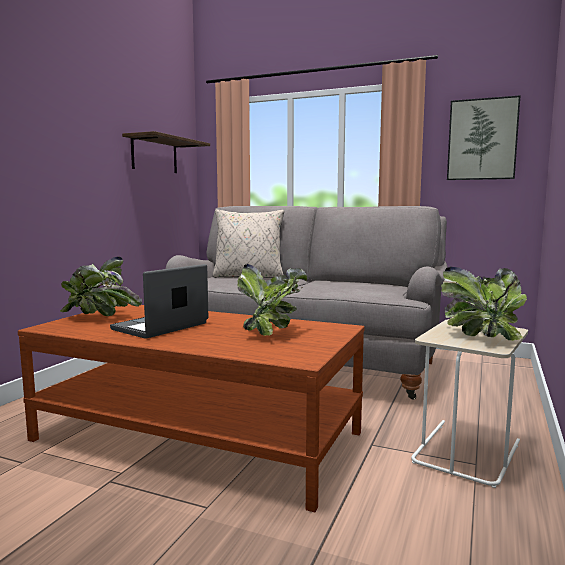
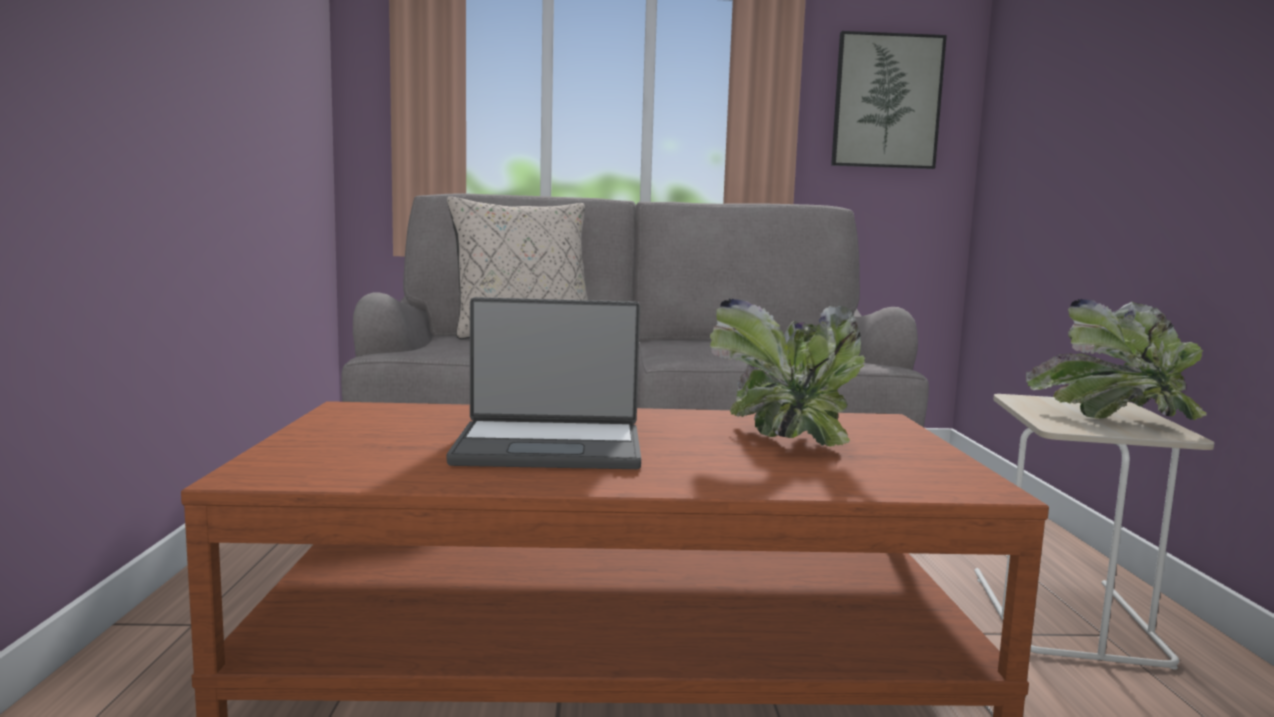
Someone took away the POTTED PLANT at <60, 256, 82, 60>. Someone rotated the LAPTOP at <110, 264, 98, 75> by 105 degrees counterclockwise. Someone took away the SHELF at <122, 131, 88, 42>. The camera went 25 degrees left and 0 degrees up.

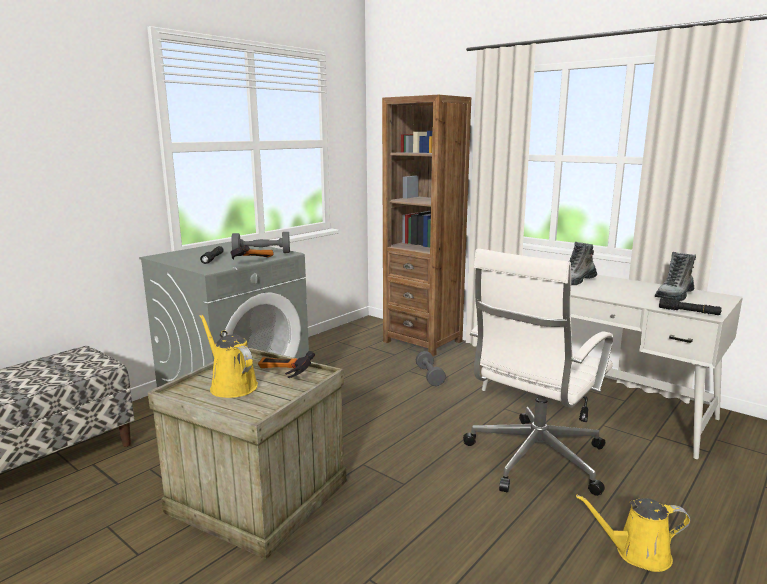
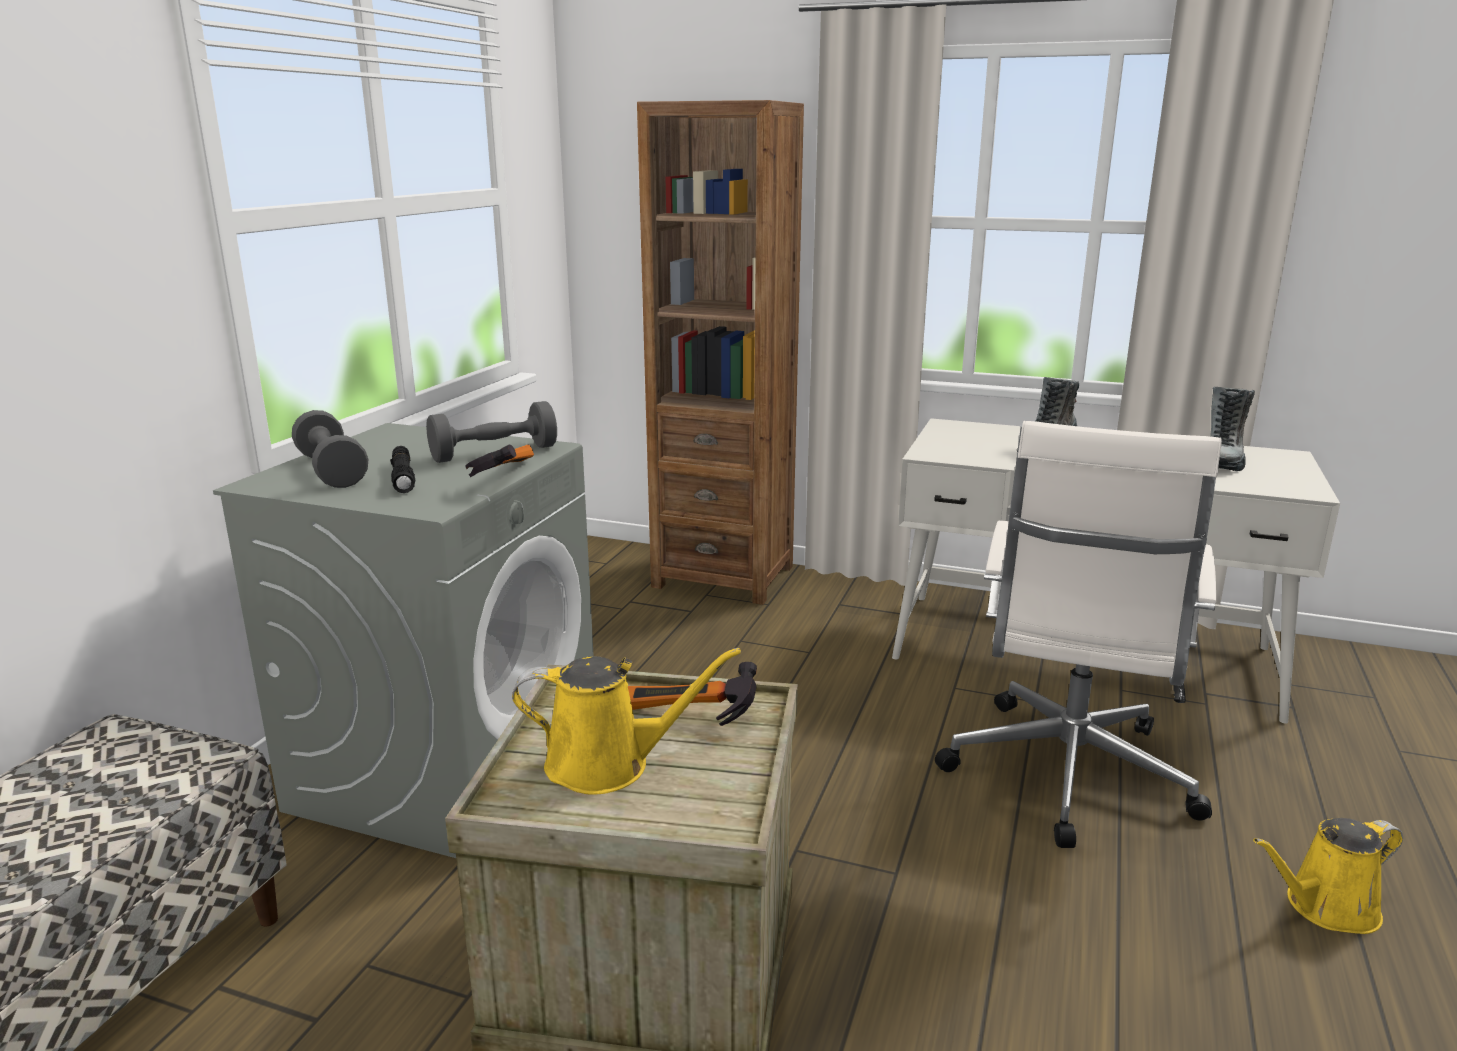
Someone rotated the YELLOW WATERING CAN at <200, 314, 58, 84> by 150 degrees clockwise. Someone carried the GREY DUMBBELL from <416, 351, 30, 35> to <292, 410, 76, 78>. Someone took away the BLACK FLASHLIGHT at <659, 298, 63, 17>. The camera went 20 degrees left and 5 degrees up.

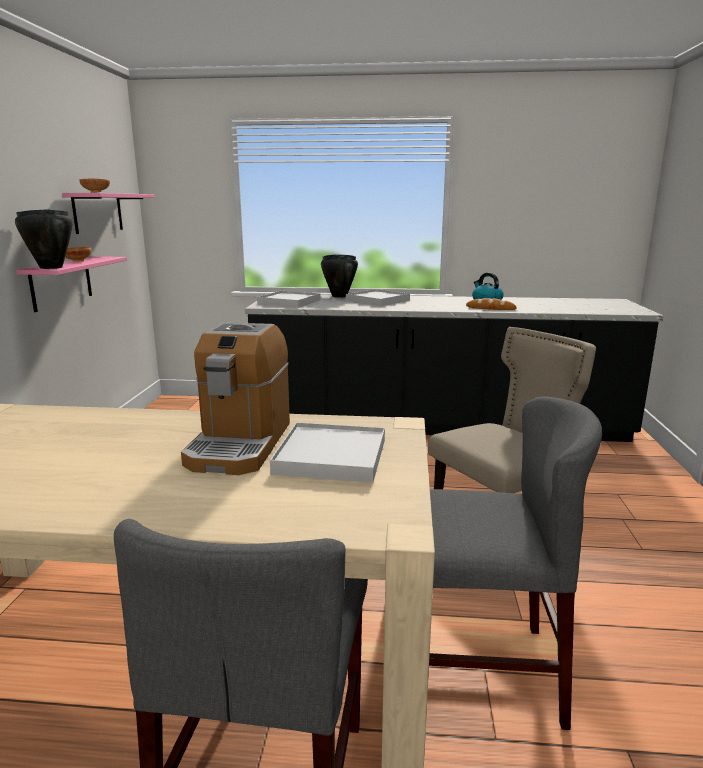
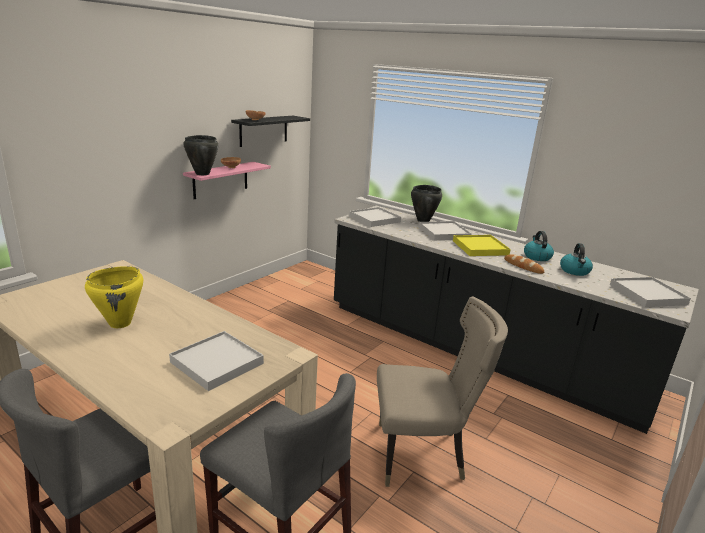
Someone repainted the PINK SHELF at <62, 193, 93, 41>, which became the BLACK SHELF at <231, 116, 79, 31>. Someone took away the COFFEE MACHINE at <181, 322, 109, 153>. Someone put down the YELLOW COOKING POT at <85, 266, 58, 62>. Someone put down the YELLOW TRAY at <453, 235, 58, 21>. Someone put down the KETTLE at <560, 243, 33, 33>. Someone put down the WHITE TRAY at <610, 277, 81, 30>. The camera went 30 degrees right and 5 degrees up.

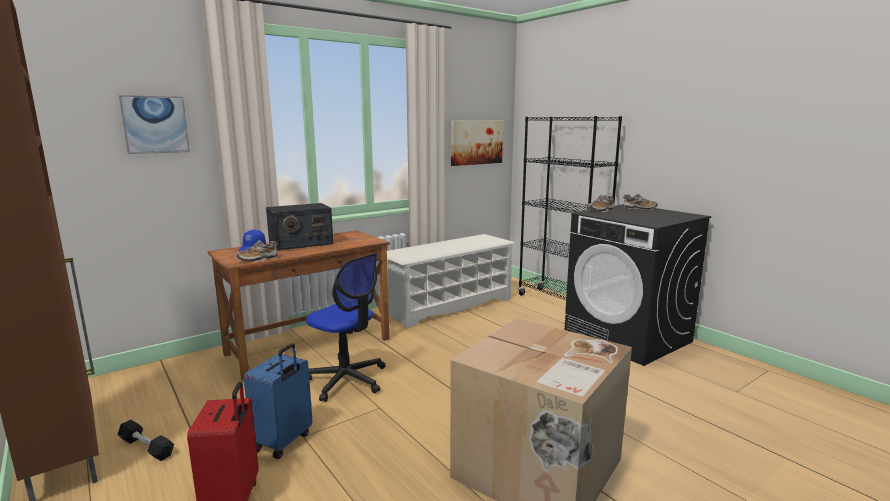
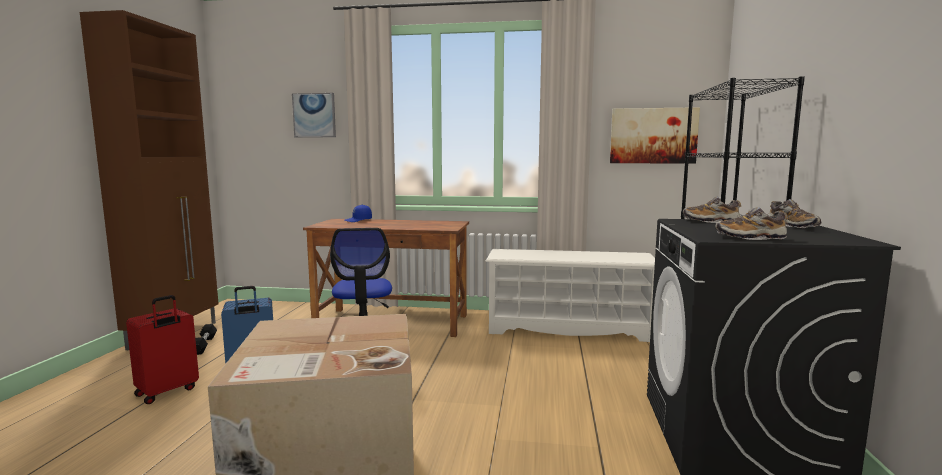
Someone carried the SHOE from <236, 240, 42, 22> to <715, 207, 73, 33>. Someone took away the RADIO at <266, 203, 67, 47>. The camera went 45 degrees right and 5 degrees down.

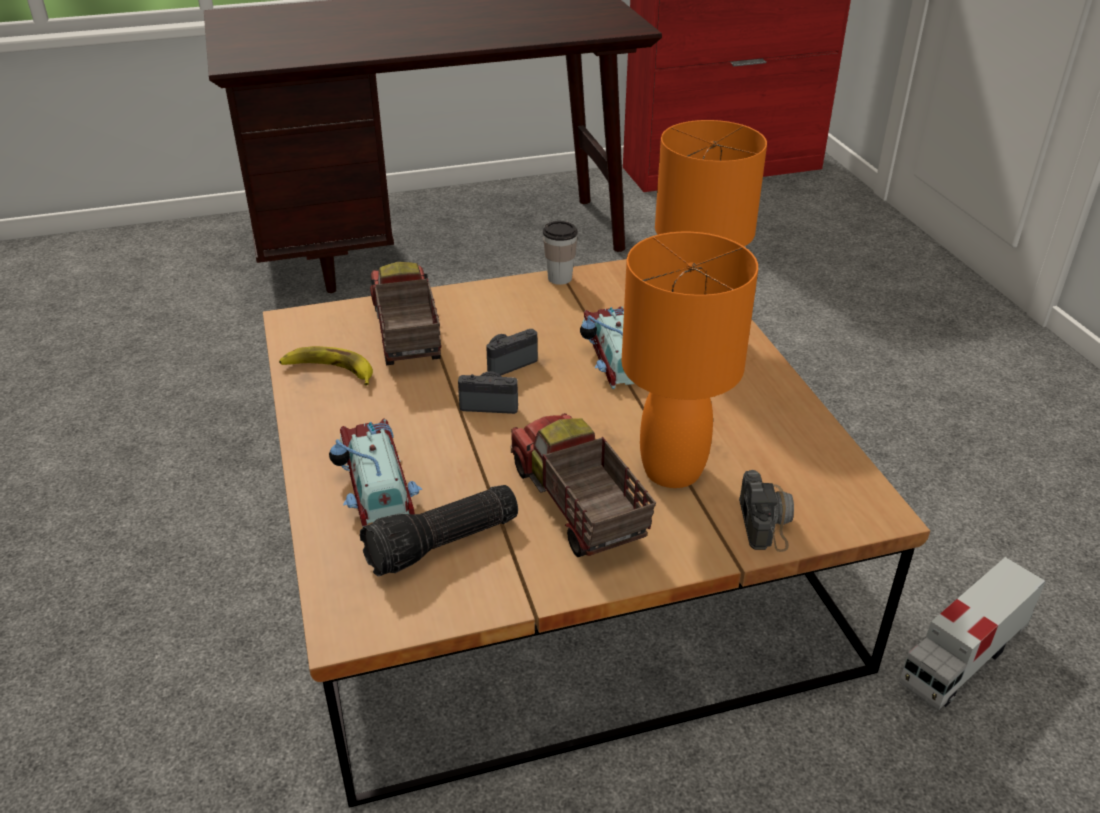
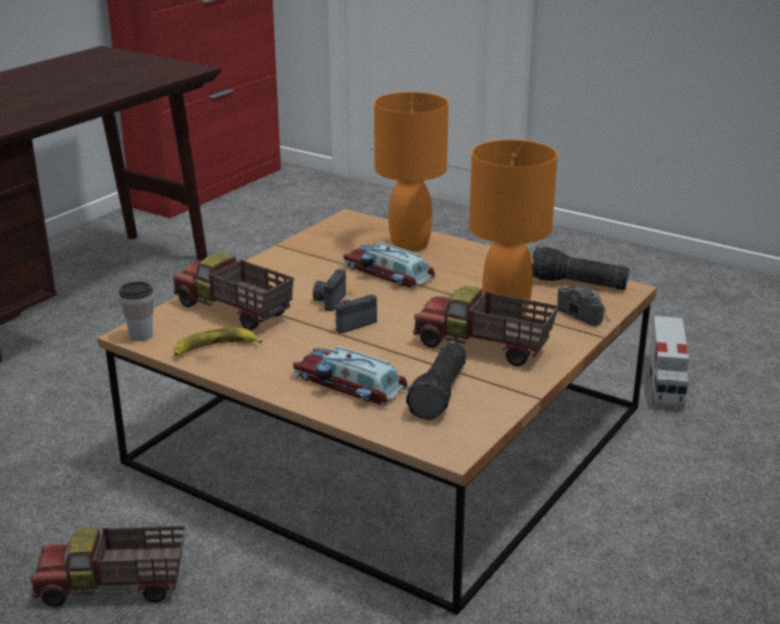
Someone carried the CUP from <543, 221, 35, 64> to <119, 281, 34, 60>. Someone put down the TOY TRUCK at <30, 525, 156, 82>. Someone put down the FLASHLIGHT at <532, 247, 98, 43>. The camera went 40 degrees left and 10 degrees down.

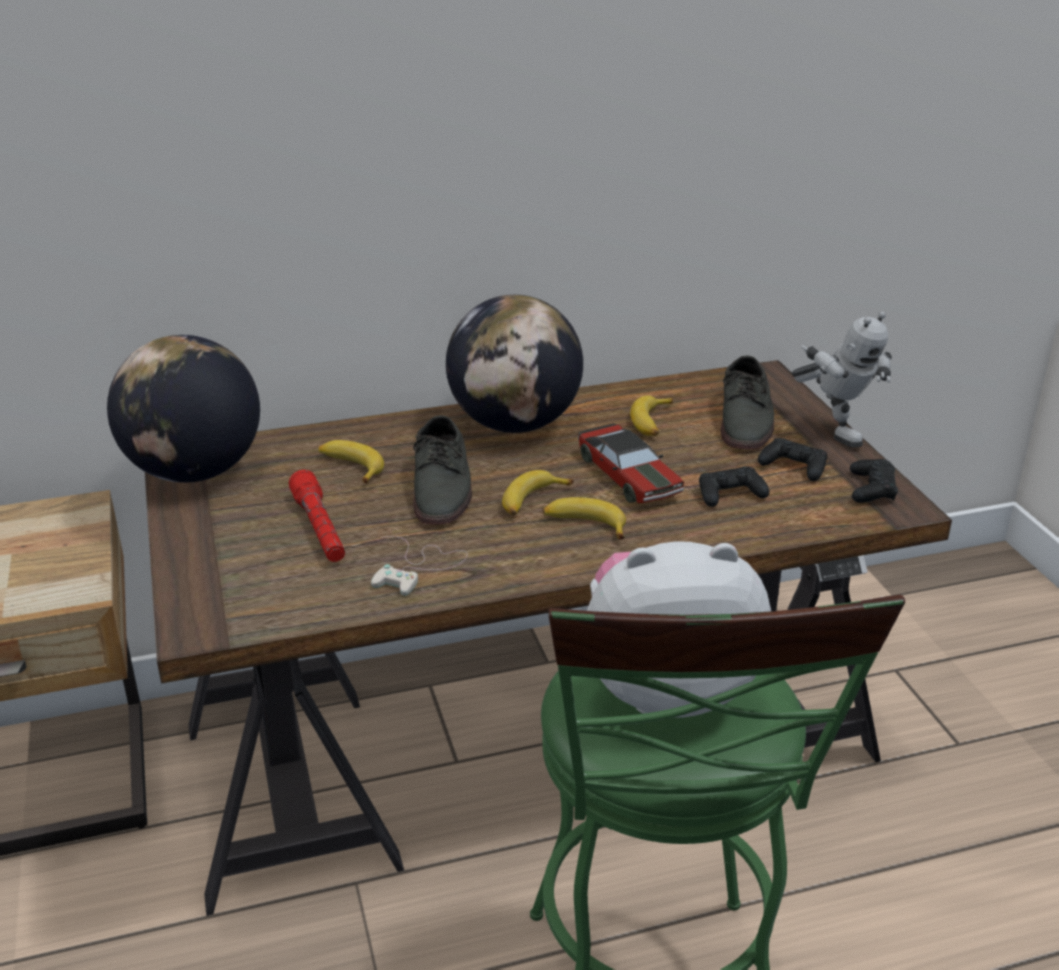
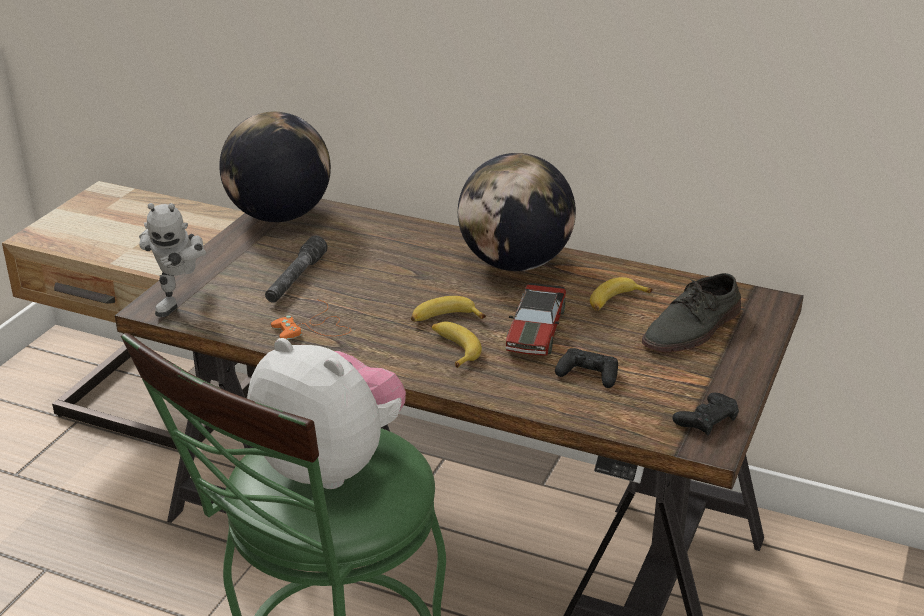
Someone repainted the RED FLASHLIGHT at <289, 470, 56, 92>, which became the GREY FLASHLIGHT at <265, 236, 62, 67>. Someone took away the BANANA at <318, 440, 66, 43>. Someone repainted the WHITE GAME CONTROLLER at <371, 536, 97, 60>, which became the ORANGE GAME CONTROLLER at <271, 300, 80, 40>. Someone took away the GREY SHOE at <413, 415, 59, 110>. Someone took away the BLACK GAME CONTROLLER at <758, 438, 69, 43>. Someone carried the TOY ROBOT from <792, 311, 100, 137> to <139, 203, 67, 114>. The camera went 40 degrees right and 0 degrees up.

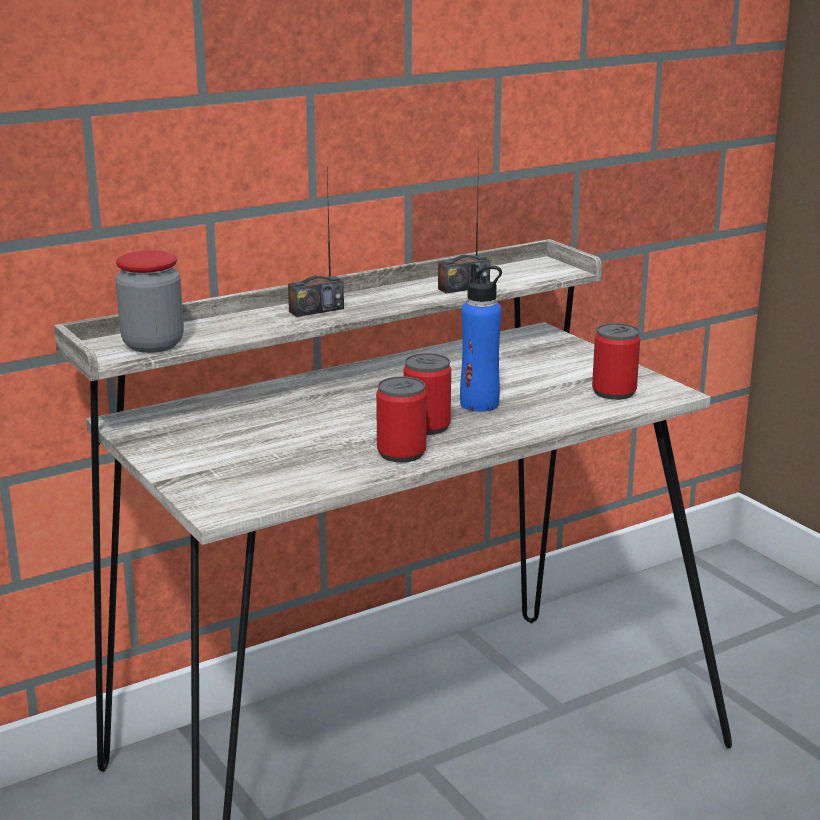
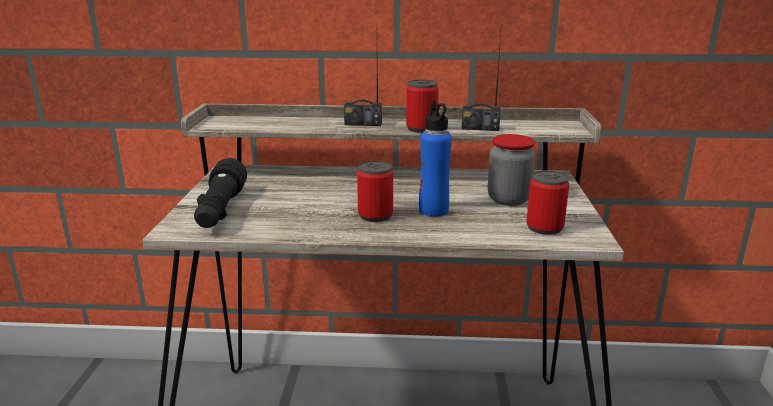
Someone carried the JAR from <116, 250, 68, 103> to <488, 134, 48, 72>. Someone carried the CAN from <376, 376, 51, 86> to <406, 80, 33, 53>. Someone put down the BLACK FLASHLIGHT at <194, 158, 53, 70>. The camera went 35 degrees right and 0 degrees up.

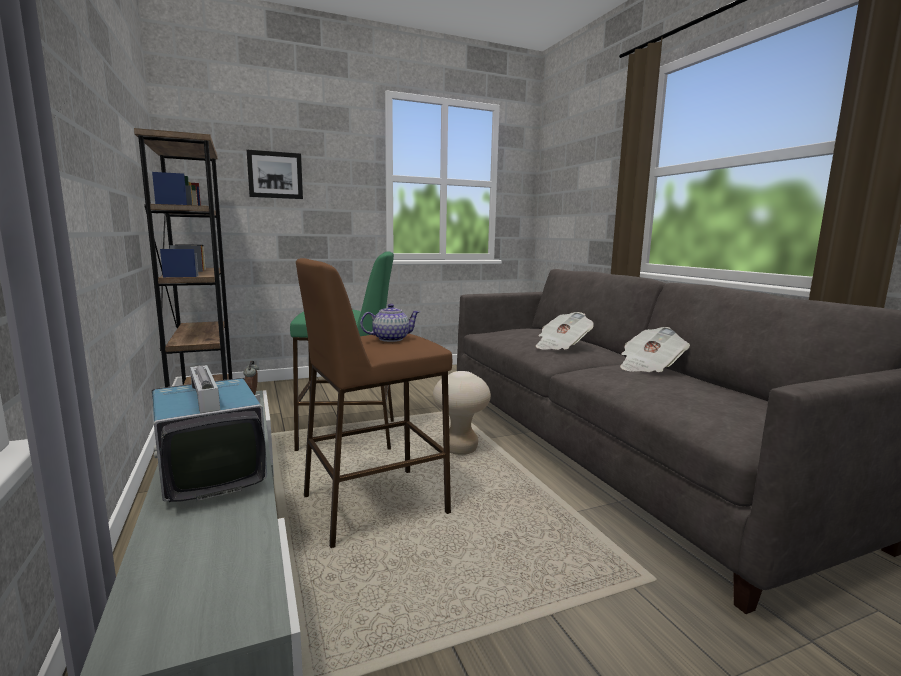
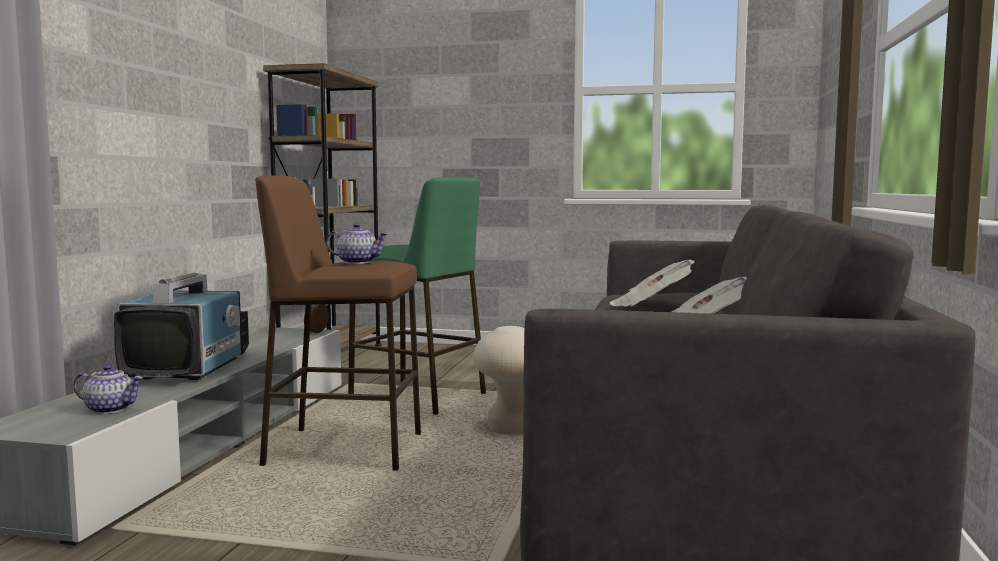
Someone took away the PICTURE at <247, 150, 56, 49>. Someone put down the TEAPOT at <74, 365, 69, 49>. The camera went 35 degrees right and 5 degrees down.

